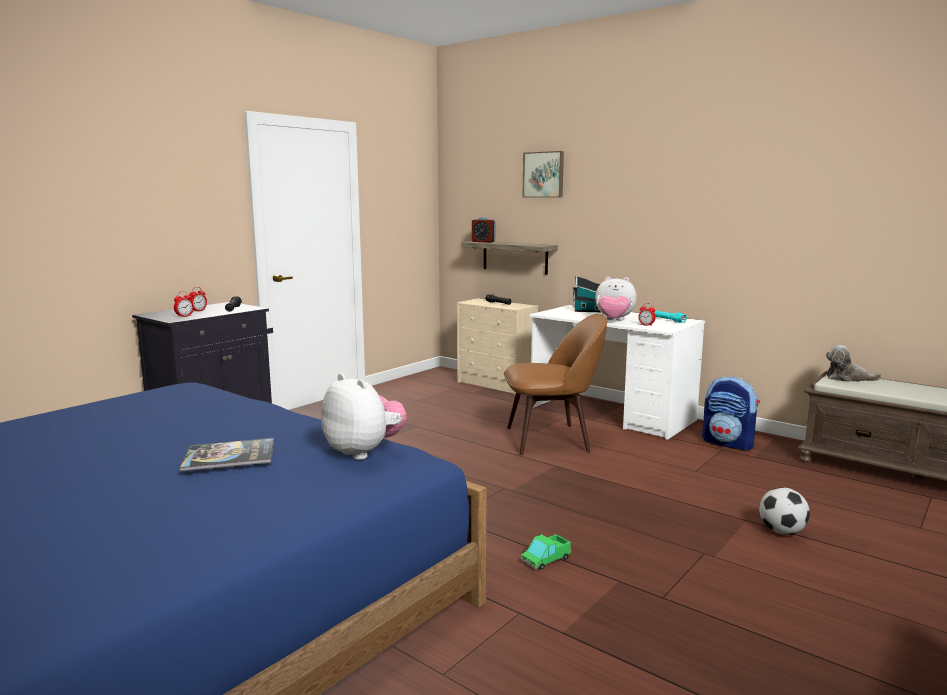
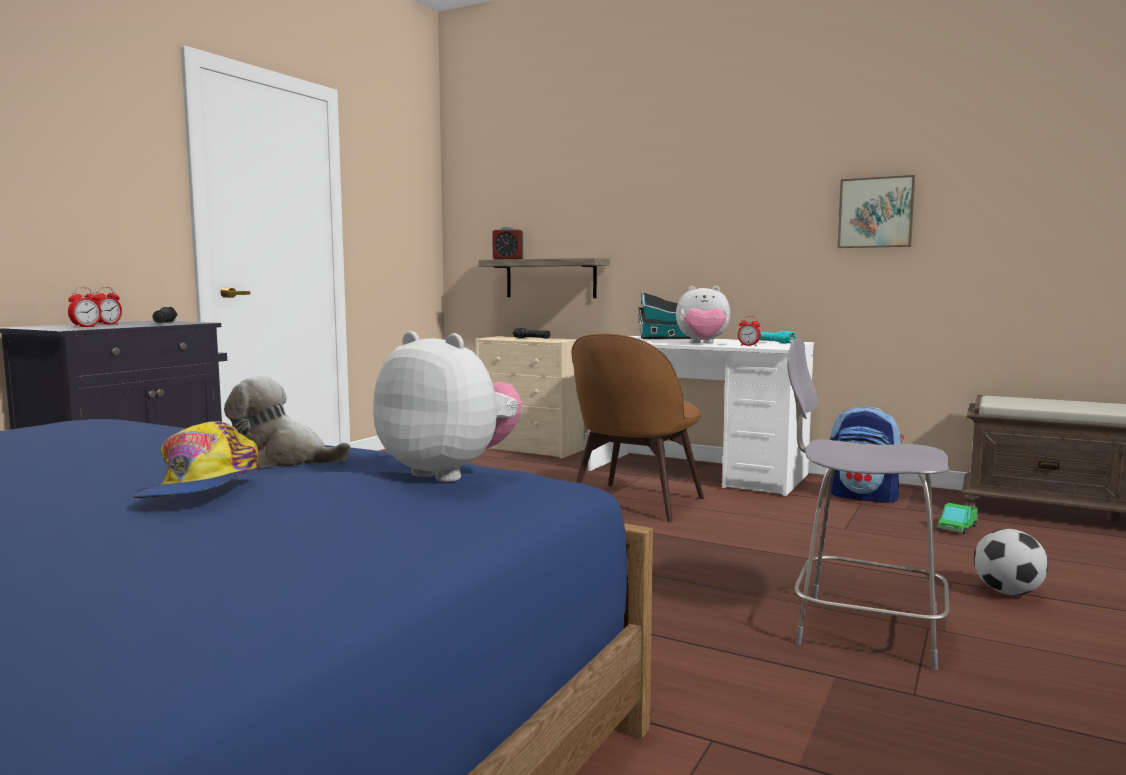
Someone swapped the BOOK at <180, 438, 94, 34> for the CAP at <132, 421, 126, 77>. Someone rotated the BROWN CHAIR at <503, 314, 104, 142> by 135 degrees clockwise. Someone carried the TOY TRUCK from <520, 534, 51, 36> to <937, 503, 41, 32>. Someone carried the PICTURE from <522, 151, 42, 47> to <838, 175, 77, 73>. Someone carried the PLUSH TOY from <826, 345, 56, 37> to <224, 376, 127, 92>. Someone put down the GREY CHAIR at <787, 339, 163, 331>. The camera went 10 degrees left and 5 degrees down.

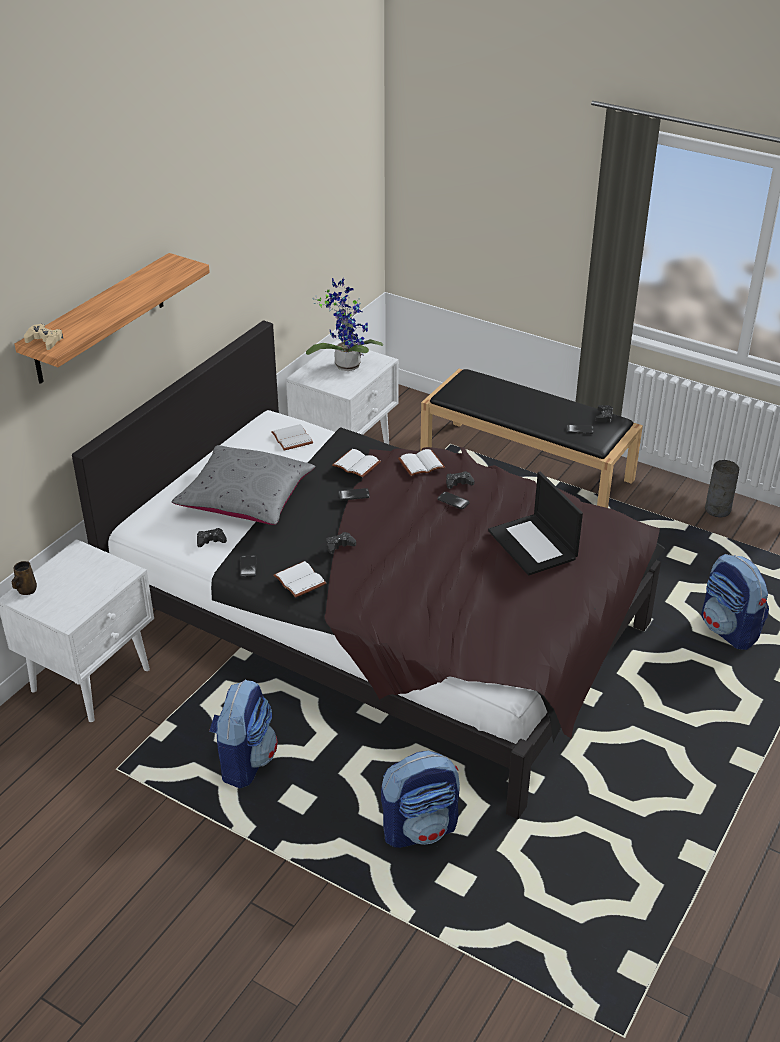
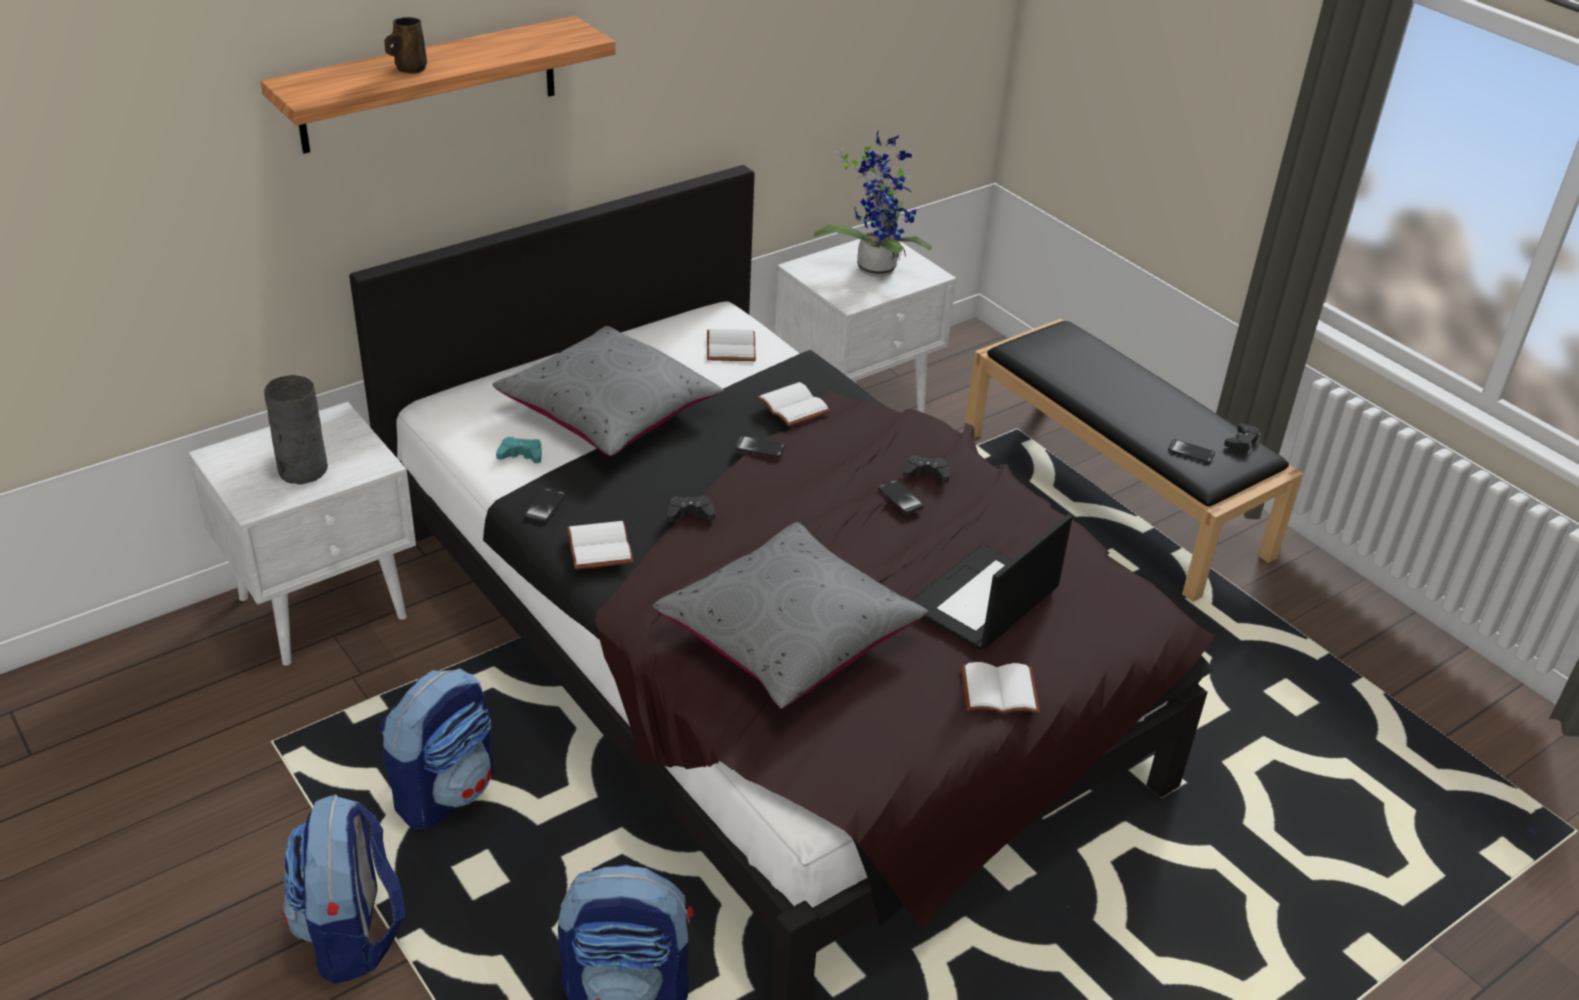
Someone carried the BROWN MUG from <12, 561, 25, 34> to <384, 17, 43, 57>. Someone took away the BEIGE GAME CONTROLLER at <24, 324, 39, 26>. Someone repainted the BLACK GAME CONTROLLER at <197, 528, 30, 19>, which became the TURQUOISE GAME CONTROLLER at <496, 437, 46, 26>. Someone carried the WHITE BOOK from <398, 449, 47, 27> to <961, 662, 79, 52>. Someone rotated the LAPTOP at <488, 471, 95, 105> by 45 degrees clockwise. Someone carried the BACKPACK from <701, 554, 68, 96> to <282, 794, 123, 190>. Someone carried the GREY VASE from <705, 460, 34, 57> to <264, 375, 64, 109>. Someone put down the GREY PILLOW at <652, 522, 276, 187>. The camera went 20 degrees right and 0 degrees up.

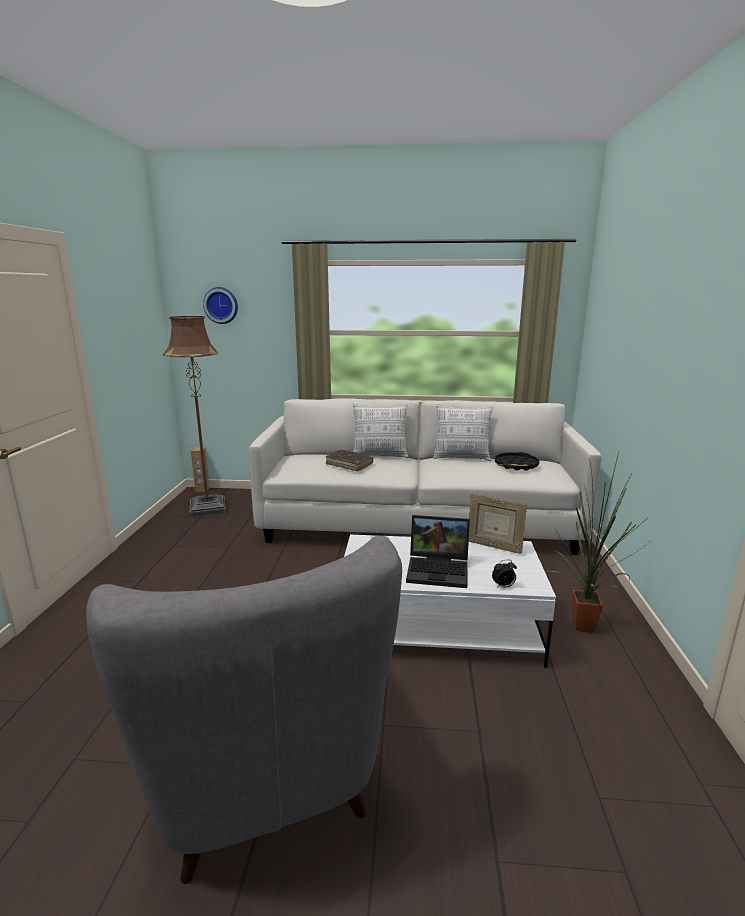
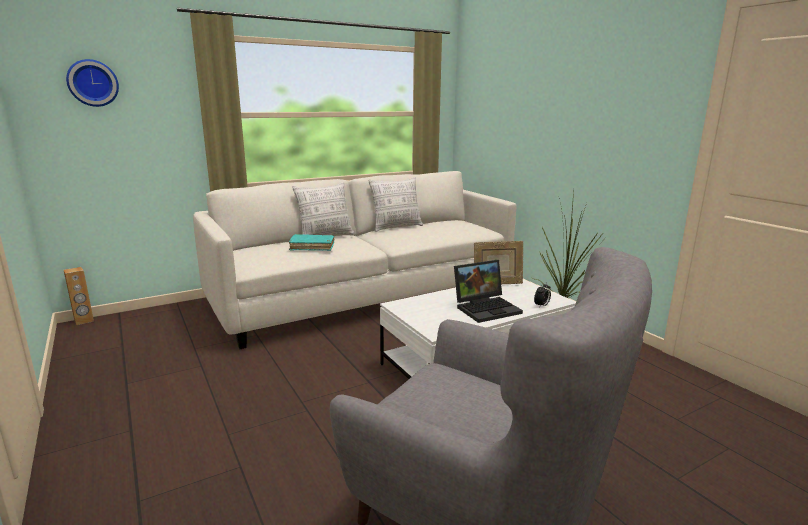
Someone took away the BROWN FLOOR LAMP at <163, 316, 63, 201>. Someone repainted the BROWN BOOK at <326, 450, 47, 21>, which became the TURQUOISE BOOK at <289, 234, 45, 17>. Someone took away the BLACK TRAY at <495, 452, 44, 19>. The camera went 35 degrees left and 0 degrees up.

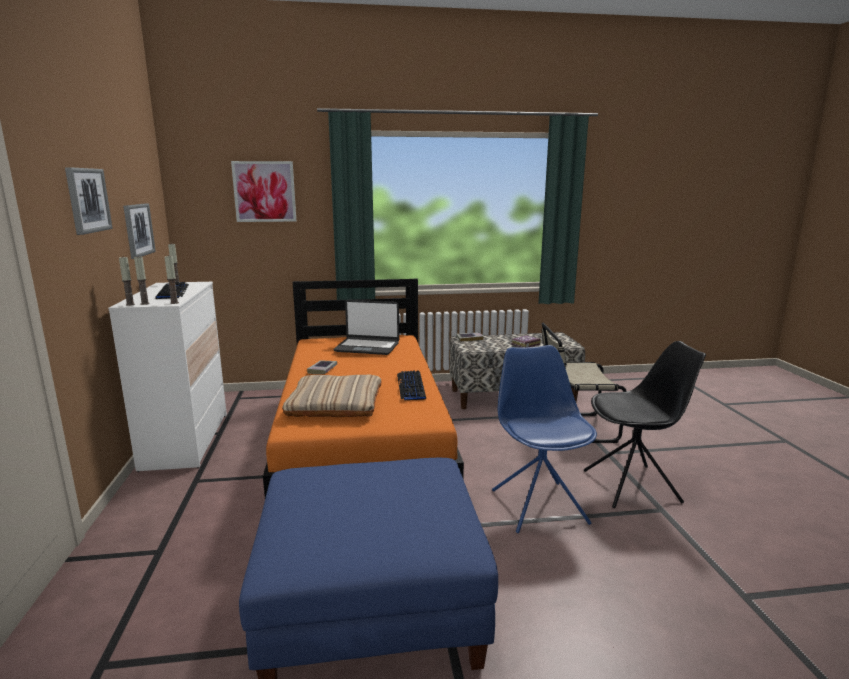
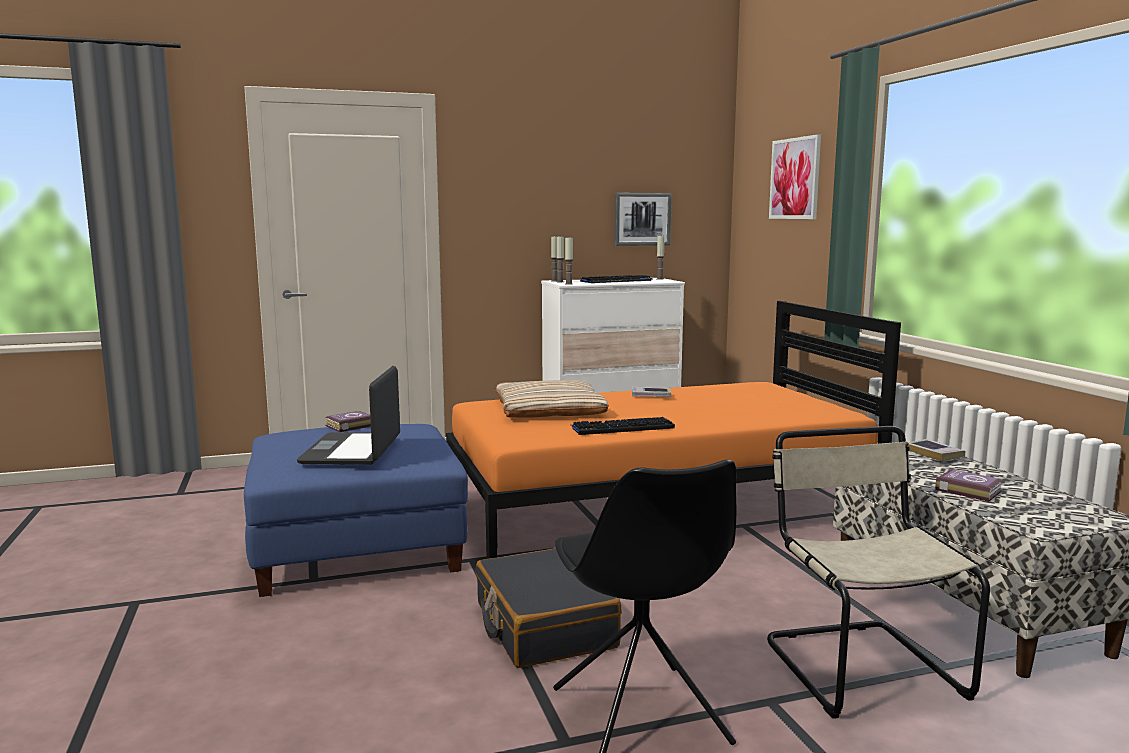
Someone took away the PICTURE at <65, 167, 48, 68>. Someone carried the LAPTOP from <334, 300, 65, 55> to <297, 366, 103, 99>. Someone swapped the BLUE CHAIR at <492, 345, 105, 188> for the BLACK SUITCASE at <476, 548, 146, 120>. Someone put down the BOOK at <325, 411, 46, 21>. The camera went 80 degrees right and 5 degrees down.

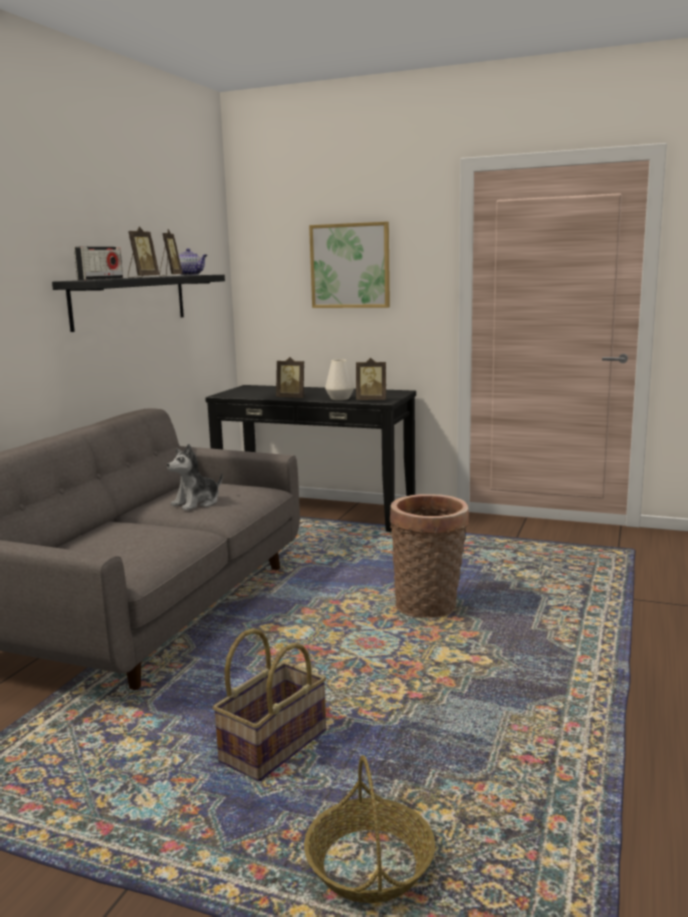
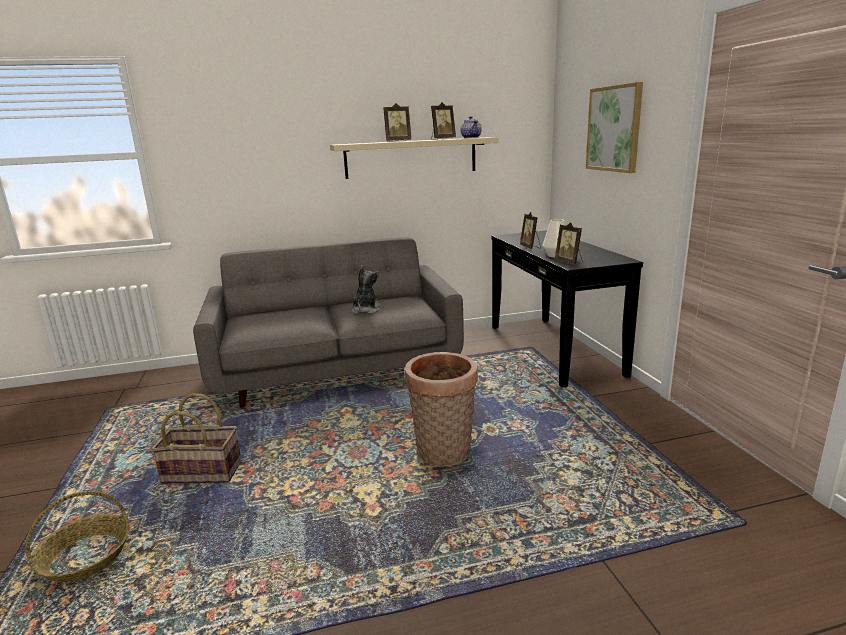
Someone repainted the BLACK SHELF at <52, 275, 173, 57>, which became the BEIGE SHELF at <330, 137, 169, 42>. Someone took away the RADIO at <74, 247, 49, 33>. Someone rotated the PLUSH TOY at <167, 444, 56, 67> by 90 degrees clockwise. The camera went 55 degrees right and 5 degrees up.

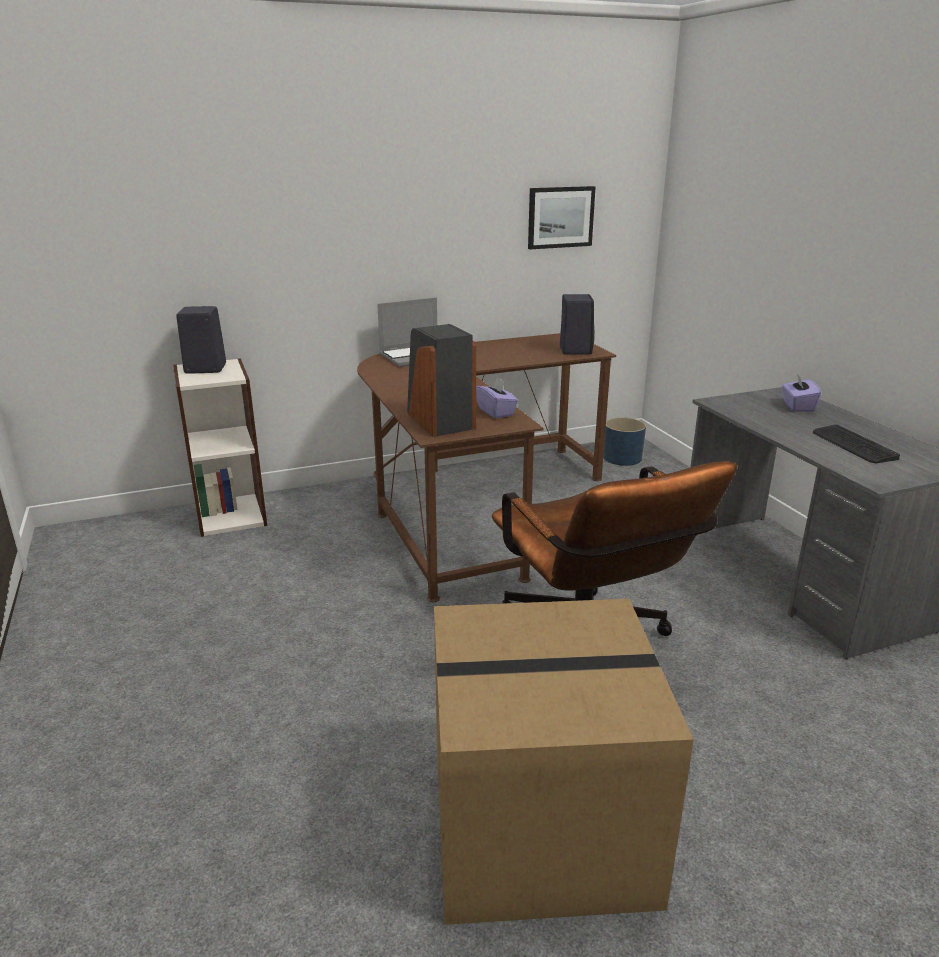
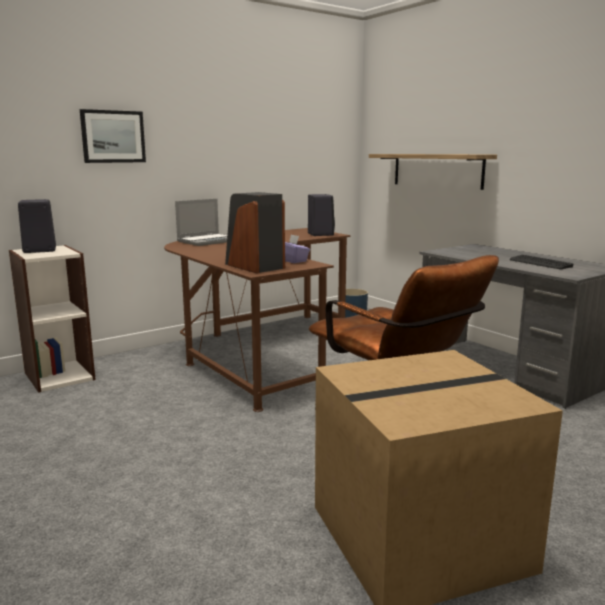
Someone carried the PICTURE from <528, 186, 68, 63> to <80, 109, 66, 54>. Someone took away the PURPLE TISSUE BOX at <782, 374, 39, 38>. Someone put up the SHELF at <369, 154, 128, 36>. The camera went 15 degrees left and 10 degrees down.

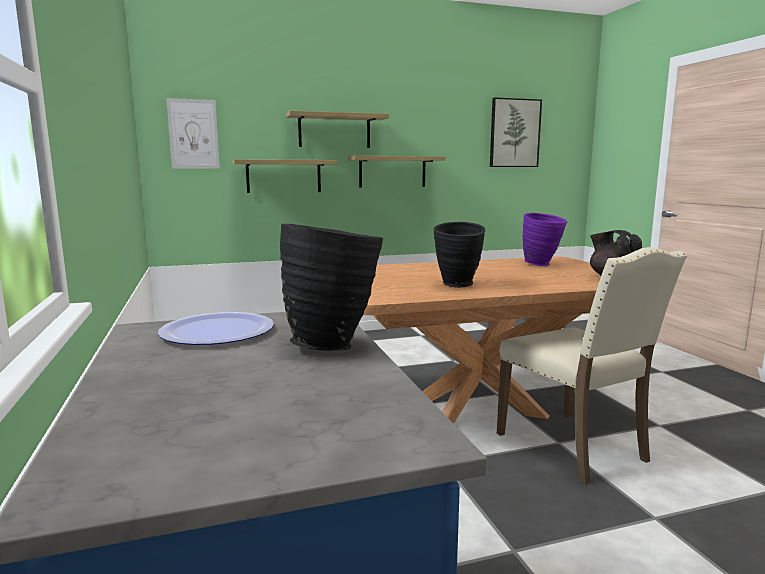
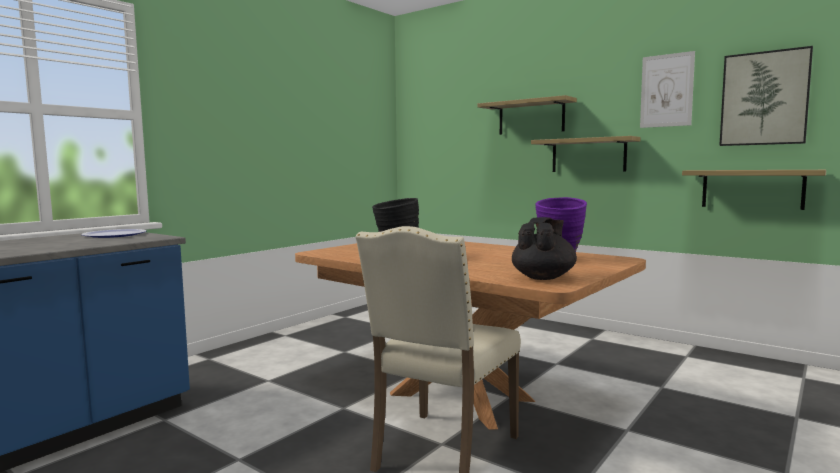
Someone carried the PICTURE from <166, 98, 54, 70> to <640, 51, 55, 77>. Someone carried the SHELF from <233, 159, 104, 34> to <682, 170, 144, 40>. Someone took away the BLACK VASE at <280, 224, 103, 127>. The camera went 55 degrees right and 5 degrees down.

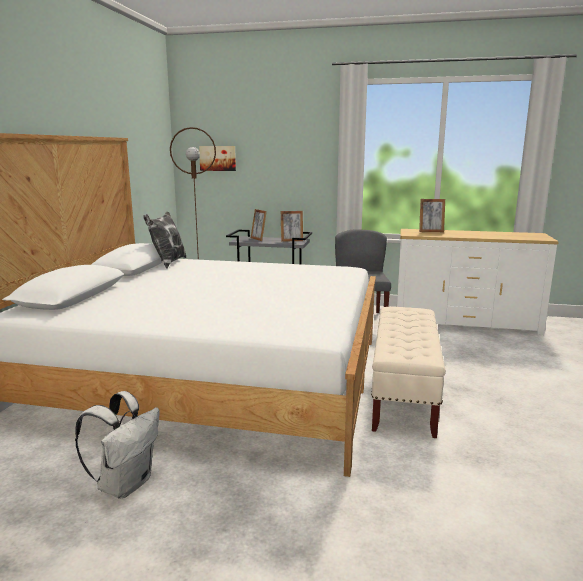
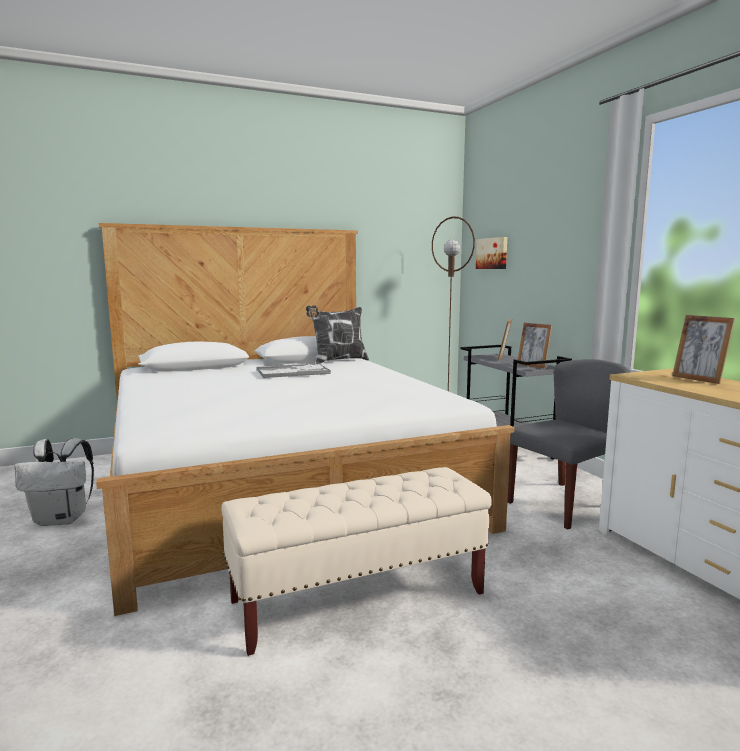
Someone put down the TRAY at <256, 363, 75, 15>. The camera went 55 degrees right and 5 degrees down.

